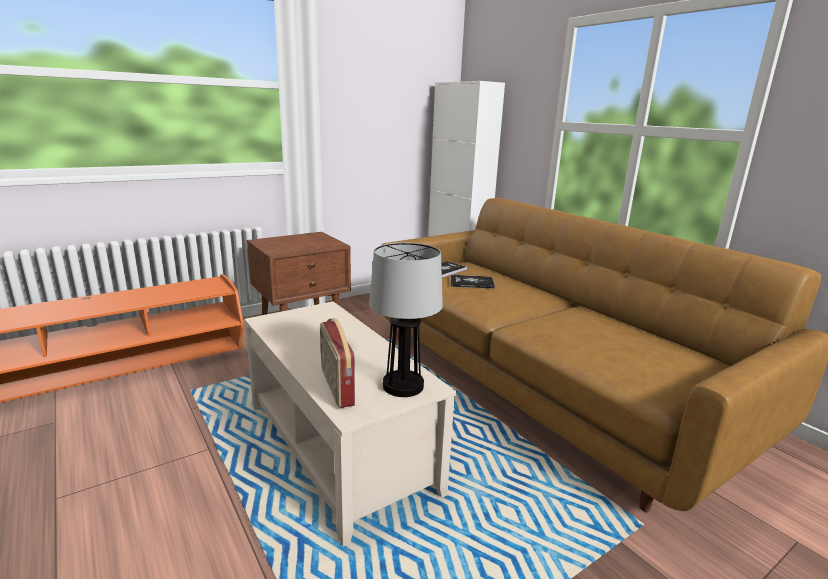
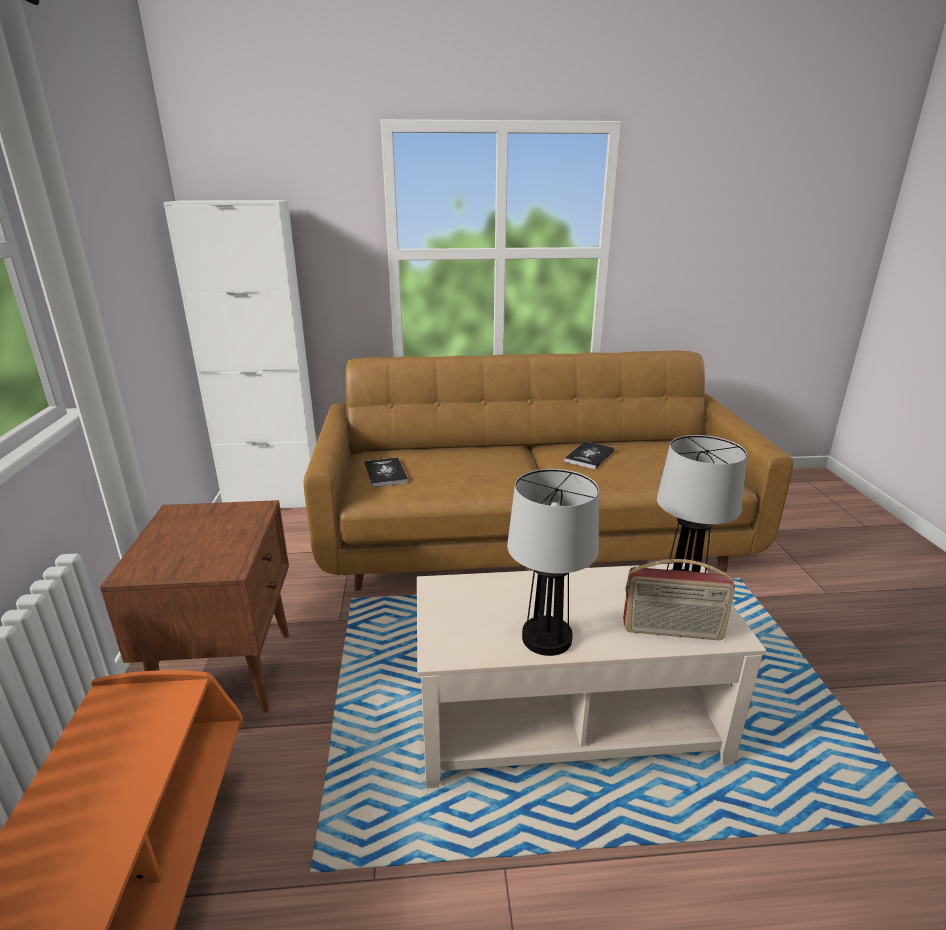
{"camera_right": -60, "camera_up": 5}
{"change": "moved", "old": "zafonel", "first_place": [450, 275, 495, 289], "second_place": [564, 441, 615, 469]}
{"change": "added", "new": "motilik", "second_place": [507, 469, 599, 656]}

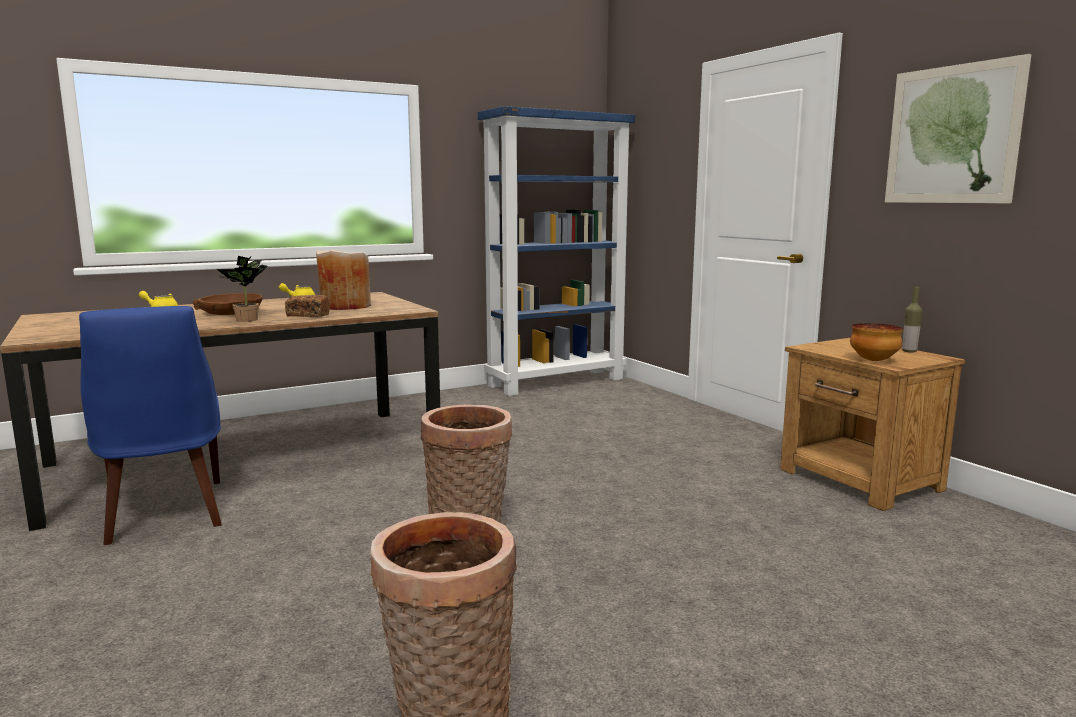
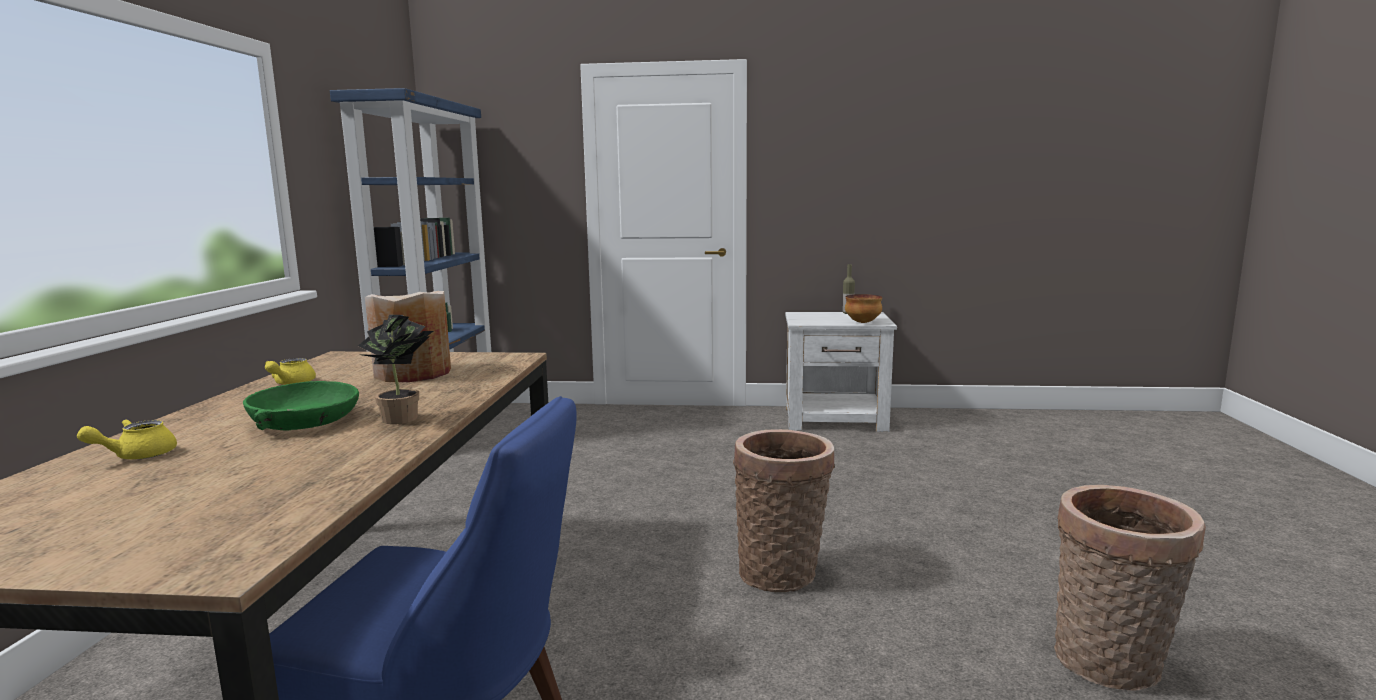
{"camera_right": -55, "camera_up": 0}
{"change": "removed", "old": "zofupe", "first_place": [885, 54, 1031, 203]}
{"change": "recoloured", "old": "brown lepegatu", "new": "green lepegatu", "first_place": [193, 293, 262, 315], "second_place": [243, 381, 359, 430]}
{"change": "removed", "old": "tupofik", "first_place": [285, 295, 330, 317]}
{"change": "recoloured", "old": "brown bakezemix", "new": "white bakezemix", "first_place": [780, 338, 965, 511], "second_place": [785, 312, 897, 432]}

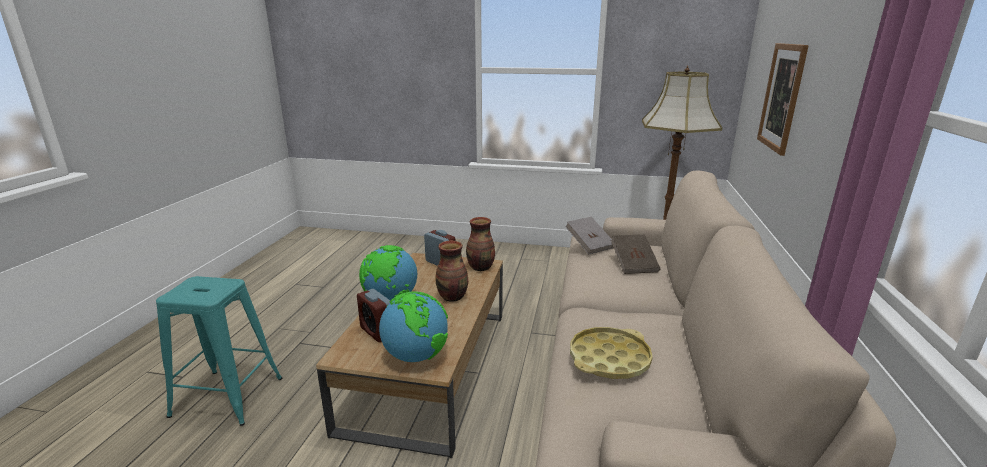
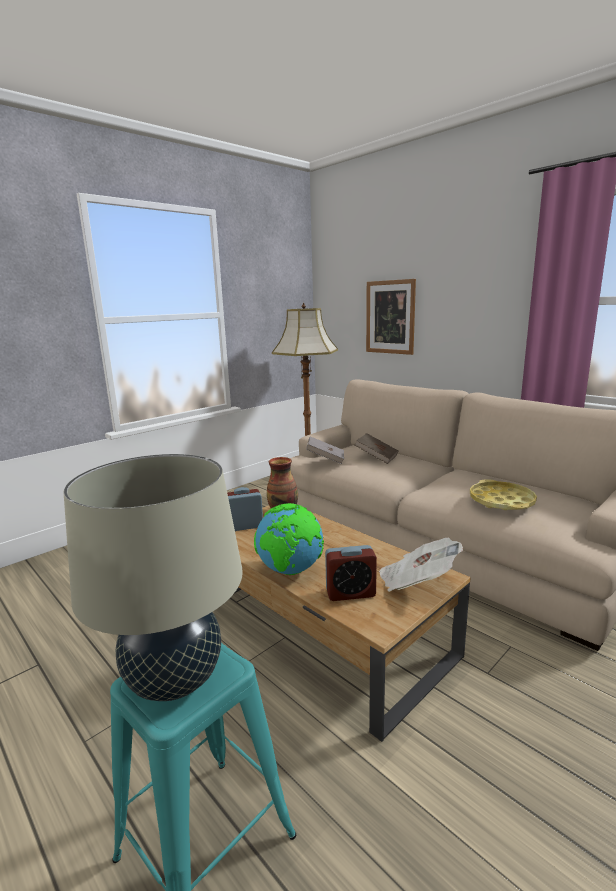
{"camera_right": -55, "camera_up": -5}
{"change": "removed", "old": "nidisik", "first_place": [435, 241, 468, 302]}
{"change": "replaced", "old": "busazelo", "new": "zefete", "first_place": [379, 291, 448, 362], "second_place": [379, 537, 463, 592]}
{"change": "added", "new": "beige motilik", "second_place": [64, 454, 243, 701]}

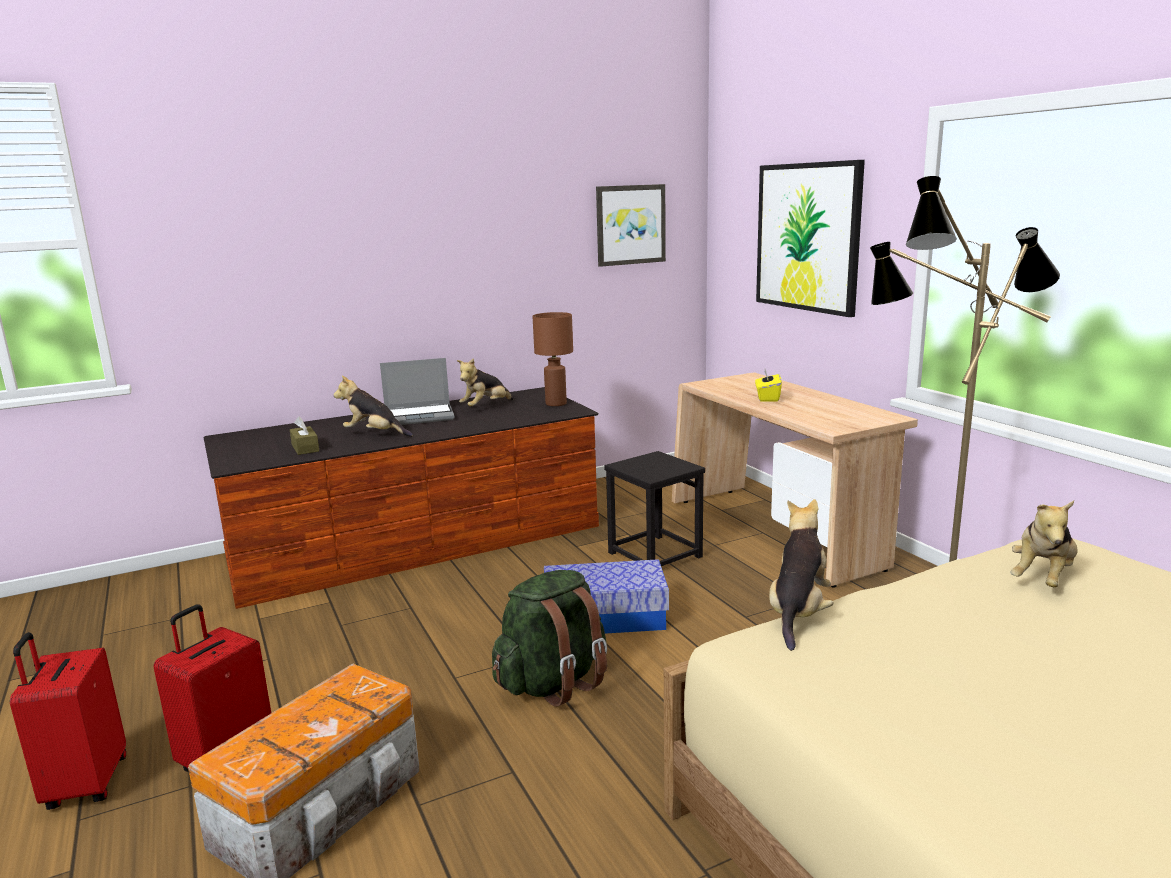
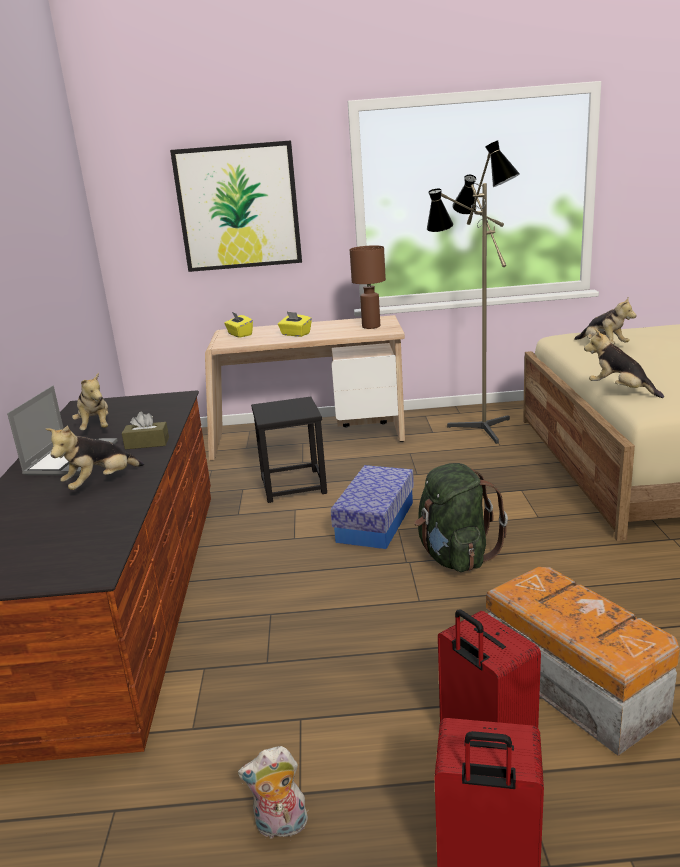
{"camera_right": -65, "camera_up": 5}
{"change": "removed", "old": "zofupe", "first_place": [596, 184, 666, 267]}
{"change": "moved", "old": "brown motilik", "first_place": [532, 312, 573, 406], "second_place": [350, 245, 386, 329]}
{"change": "moved", "old": "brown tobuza", "first_place": [290, 417, 319, 455], "second_place": [122, 412, 169, 450]}
{"change": "added", "new": "yellow tobuza", "second_place": [224, 312, 253, 338]}
{"change": "added", "new": "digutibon", "second_place": [238, 746, 308, 839]}

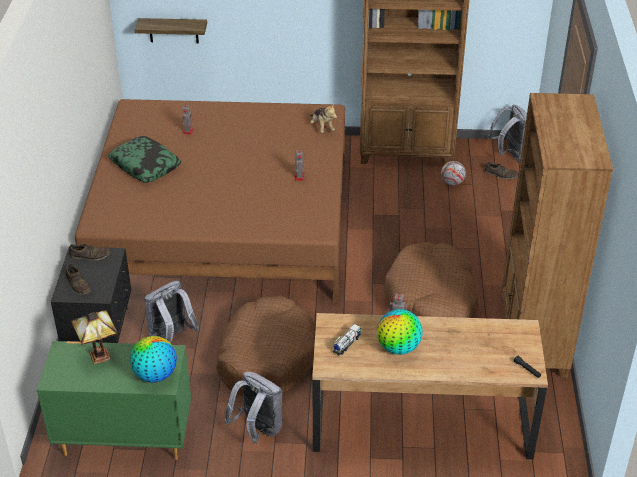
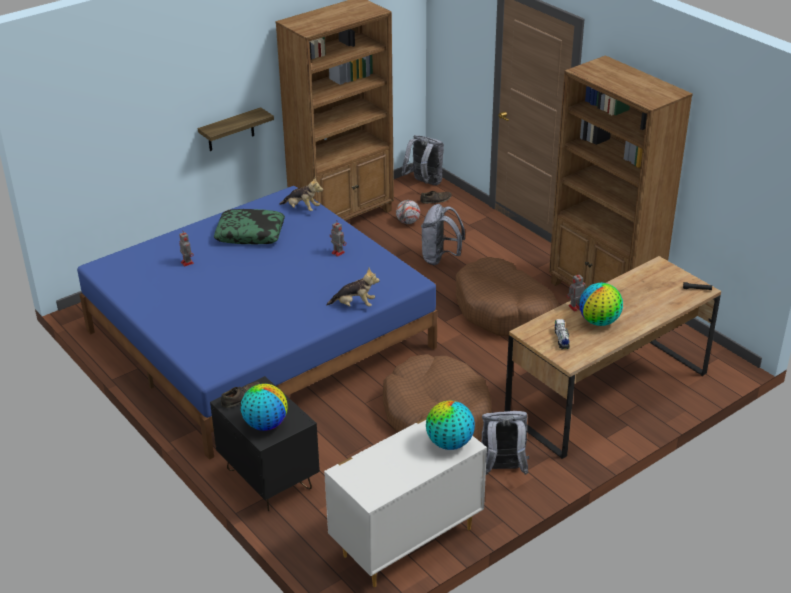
{"camera_right": -40, "camera_up": -5}
{"change": "moved", "old": "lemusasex", "first_place": [134, 18, 207, 43], "second_place": [198, 107, 274, 151]}
{"change": "recoloured", "old": "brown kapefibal", "new": "blue kapefibal", "first_place": [75, 99, 345, 302], "second_place": [77, 186, 437, 460]}
{"change": "moved", "old": "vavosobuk", "first_place": [108, 136, 181, 183], "second_place": [214, 209, 285, 244]}
{"change": "replaced", "old": "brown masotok", "new": "busazelo", "first_place": [66, 264, 92, 295], "second_place": [241, 384, 288, 431]}
{"change": "moved", "old": "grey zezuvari", "first_place": [144, 281, 200, 343], "second_place": [421, 204, 465, 265]}
{"change": "removed", "old": "motilik", "first_place": [71, 310, 118, 364]}
{"change": "recoloured", "old": "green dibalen", "new": "white dibalen", "first_place": [37, 341, 191, 460], "second_place": [324, 417, 487, 587]}
{"change": "added", "new": "digutibon", "second_place": [326, 268, 380, 306]}

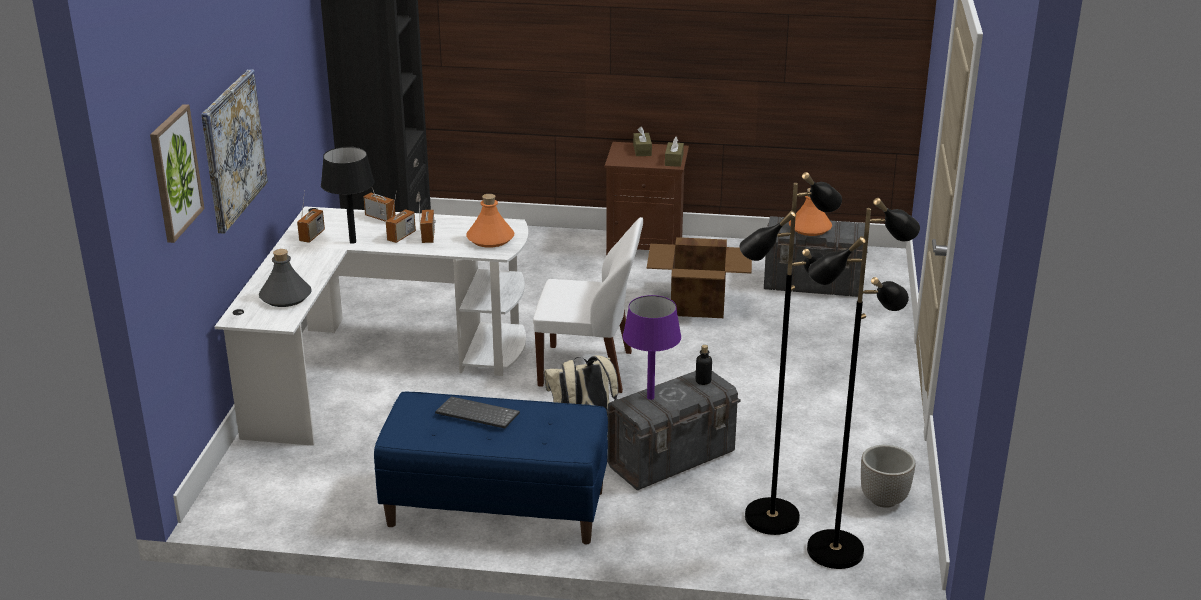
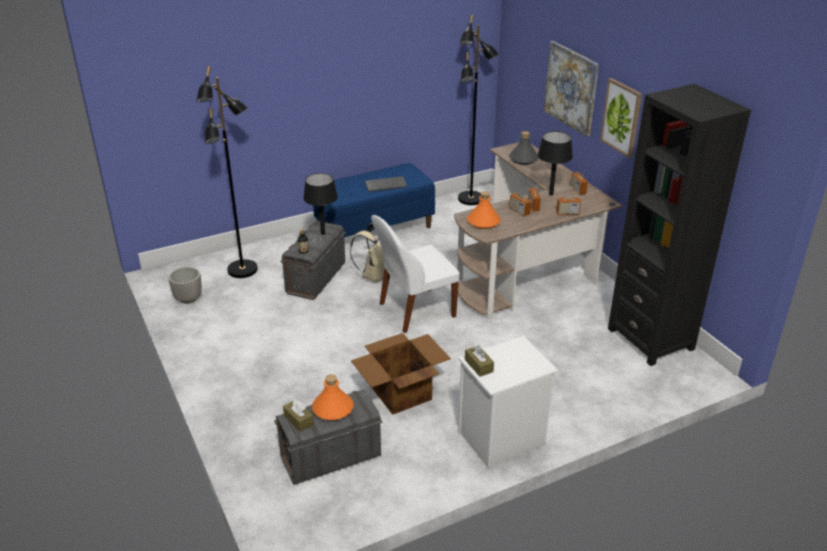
{"camera_right": 145, "camera_up": 5}
{"change": "moved", "old": "zofupe", "first_place": [150, 104, 205, 243], "second_place": [600, 78, 642, 158]}
{"change": "moved", "old": "brown tobuza", "first_place": [633, 127, 652, 156], "second_place": [283, 399, 314, 432]}
{"change": "recoloured", "old": "brown bakezemix", "new": "white bakezemix", "first_place": [605, 142, 689, 256], "second_place": [458, 336, 558, 468]}
{"change": "moved", "old": "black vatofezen", "first_place": [807, 198, 920, 569], "second_place": [458, 15, 499, 205]}
{"change": "recoloured", "old": "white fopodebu", "new": "brown fopodebu", "first_place": [215, 207, 528, 446], "second_place": [454, 142, 622, 319]}
{"change": "recoloured", "old": "purple motilik", "new": "black motilik", "first_place": [623, 295, 681, 400], "second_place": [303, 173, 338, 235]}

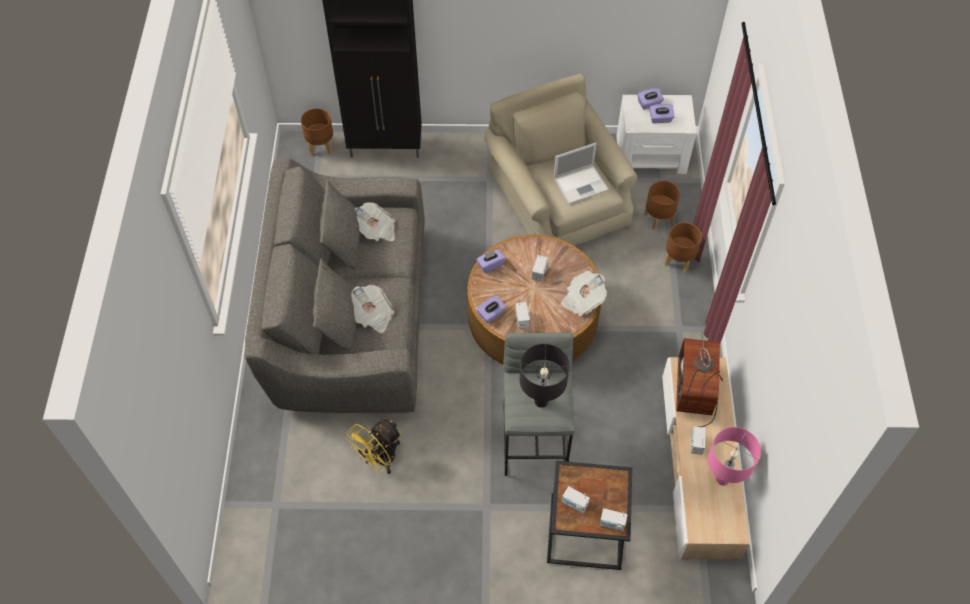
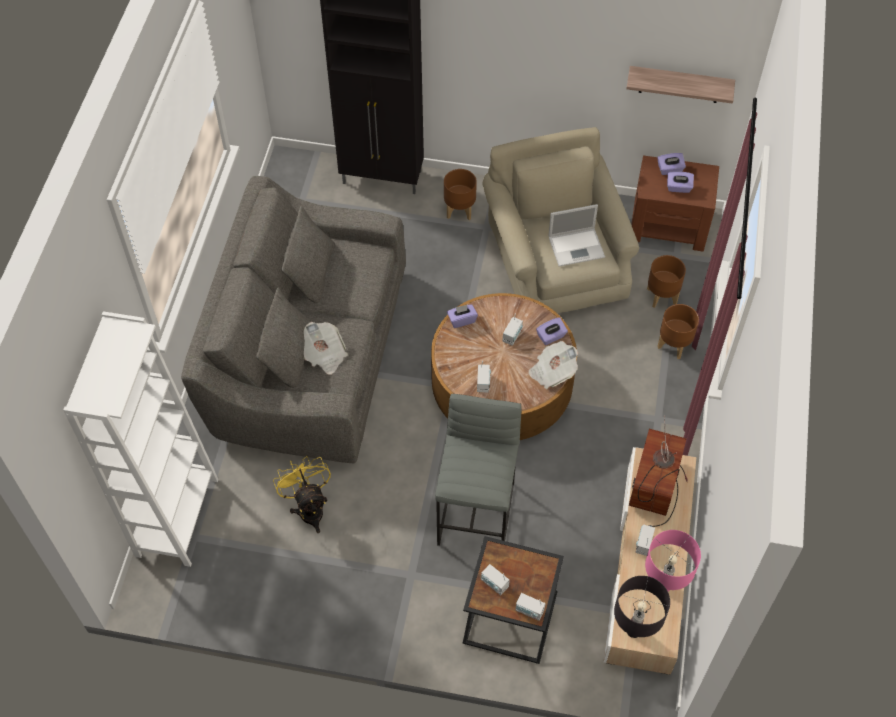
{"camera_right": 10, "camera_up": 0}
{"change": "recoloured", "old": "white bakezemix", "new": "brown bakezemix", "first_place": [617, 95, 696, 174], "second_place": [631, 155, 719, 251]}
{"change": "moved", "old": "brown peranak", "first_place": [301, 108, 333, 155], "second_place": [444, 169, 477, 220]}
{"change": "removed", "old": "zefete", "first_place": [355, 202, 395, 241]}
{"change": "moved", "old": "purple tobuza", "first_place": [477, 295, 506, 323], "second_place": [536, 317, 568, 345]}
{"change": "moved", "old": "black motilik", "first_place": [520, 344, 569, 408], "second_place": [614, 576, 670, 638]}
{"change": "turned", "old": "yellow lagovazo", "first_place": [346, 418, 401, 474], "second_place": [273, 456, 331, 533], "degrees": 105}
{"change": "added", "new": "lemusasex", "second_place": [626, 66, 735, 103]}
{"change": "added", "new": "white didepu", "second_place": [63, 311, 219, 567]}

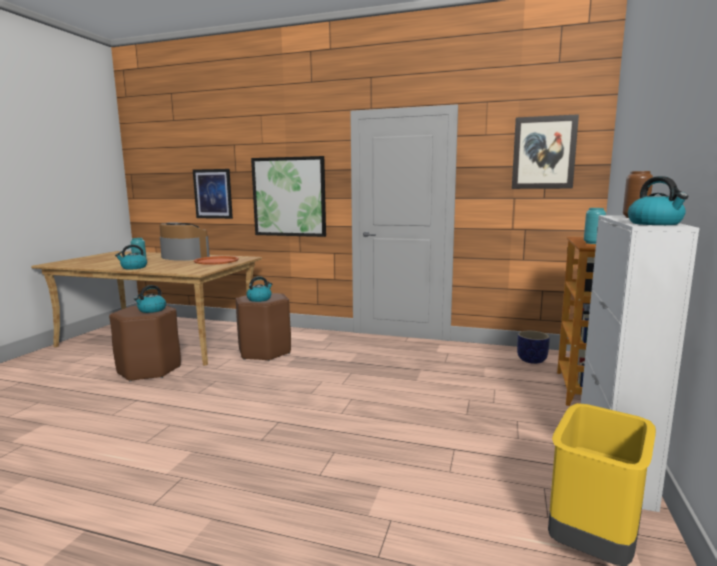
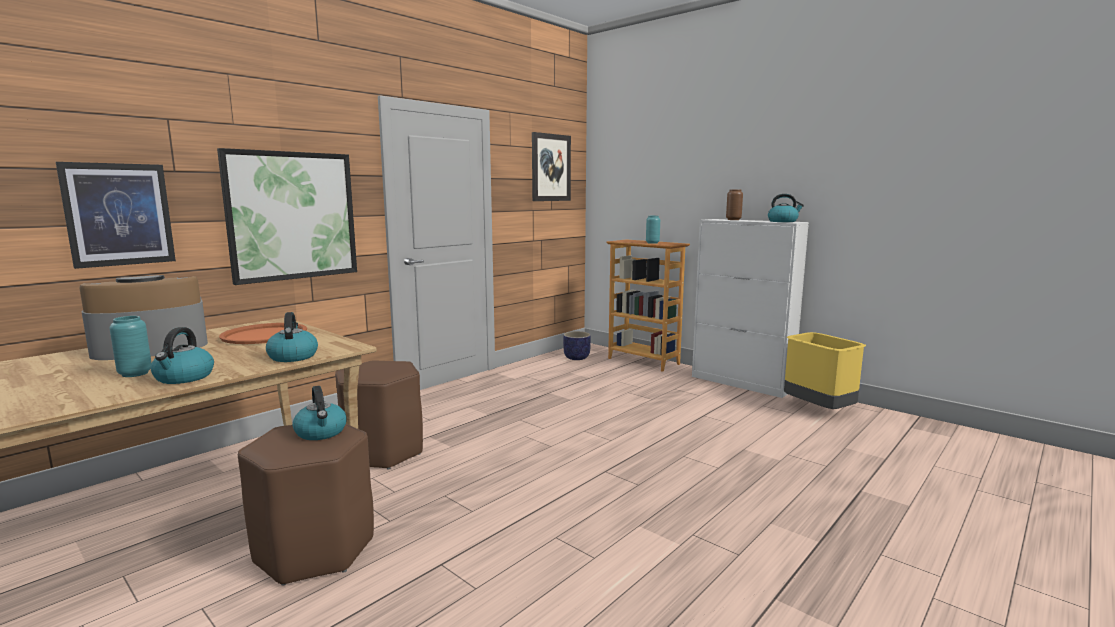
{"camera_right": -65, "camera_up": 0}
{"change": "moved", "old": "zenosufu", "first_place": [246, 276, 272, 302], "second_place": [266, 312, 318, 362]}

